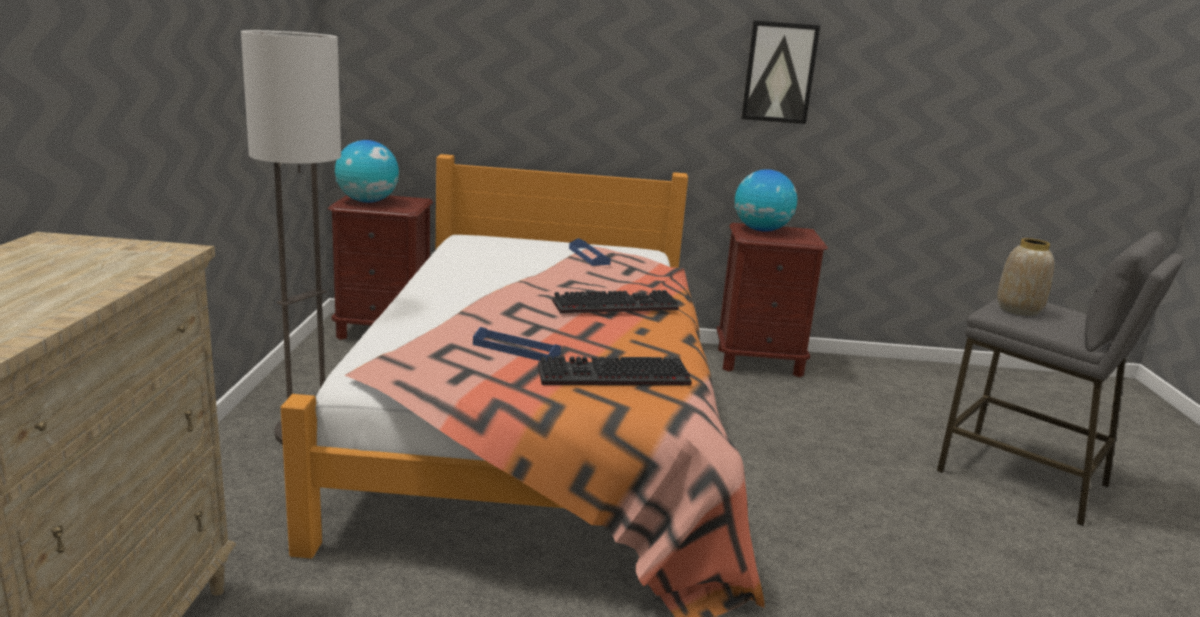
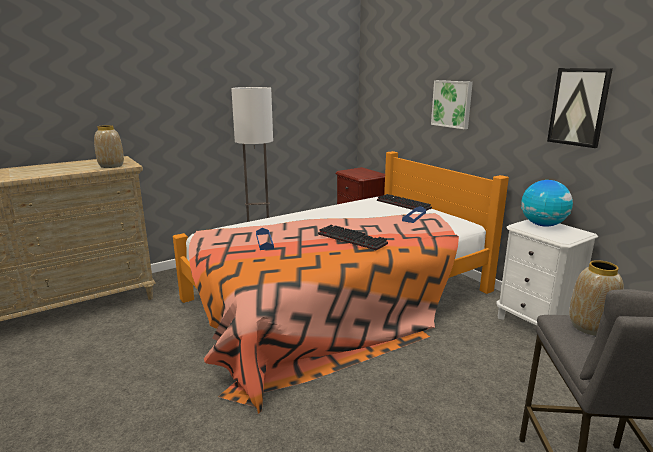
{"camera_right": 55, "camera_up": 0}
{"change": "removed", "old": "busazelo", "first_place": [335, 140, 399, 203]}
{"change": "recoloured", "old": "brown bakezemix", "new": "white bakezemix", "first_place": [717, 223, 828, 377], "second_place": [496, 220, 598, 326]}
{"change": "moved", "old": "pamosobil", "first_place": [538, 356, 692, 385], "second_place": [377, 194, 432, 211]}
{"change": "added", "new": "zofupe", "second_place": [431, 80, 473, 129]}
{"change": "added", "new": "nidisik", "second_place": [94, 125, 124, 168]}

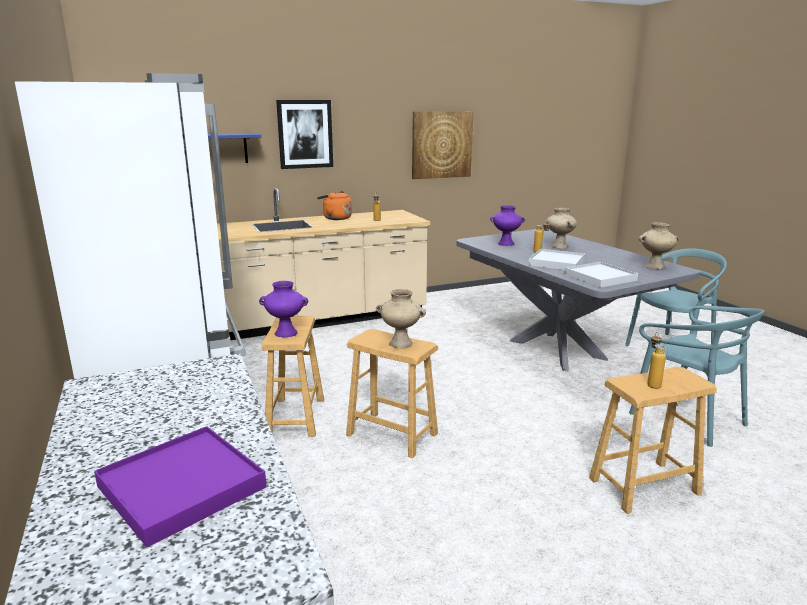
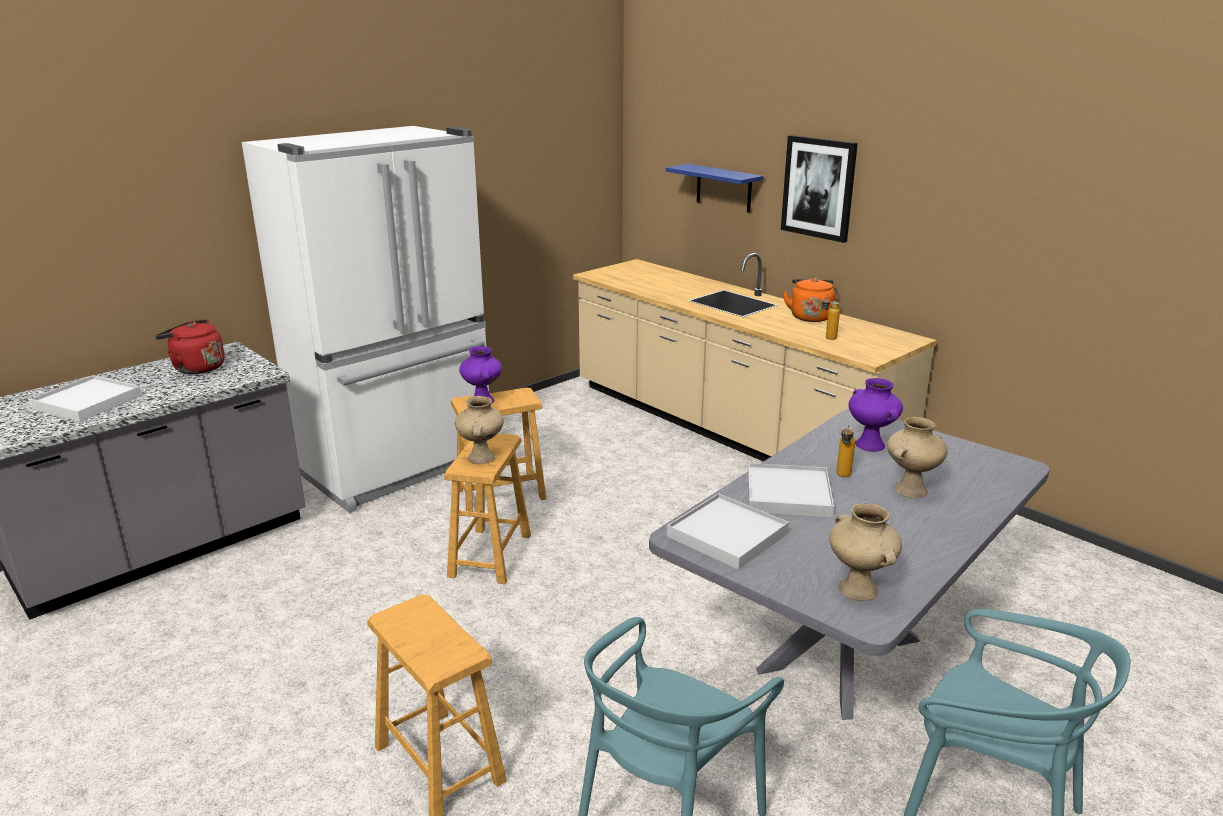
{"camera_right": 70, "camera_up": 5}
{"change": "removed", "old": "zofupe", "first_place": [412, 111, 474, 179]}
{"change": "removed", "old": "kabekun", "first_place": [647, 332, 666, 389]}
{"change": "recoloured", "old": "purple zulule", "new": "white zulule", "first_place": [94, 426, 267, 547], "second_place": [30, 375, 142, 422]}
{"change": "added", "new": "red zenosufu", "second_place": [155, 319, 225, 374]}

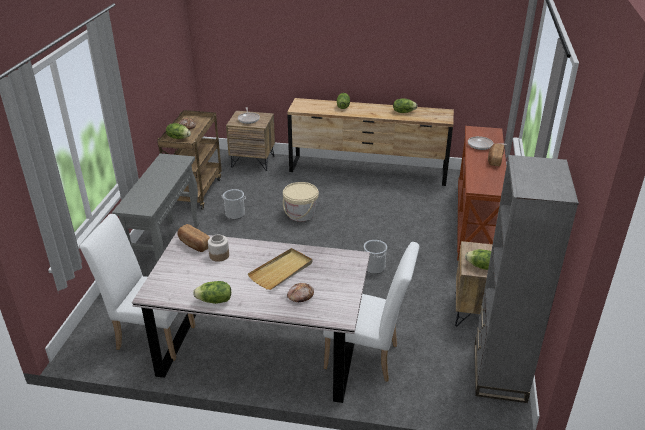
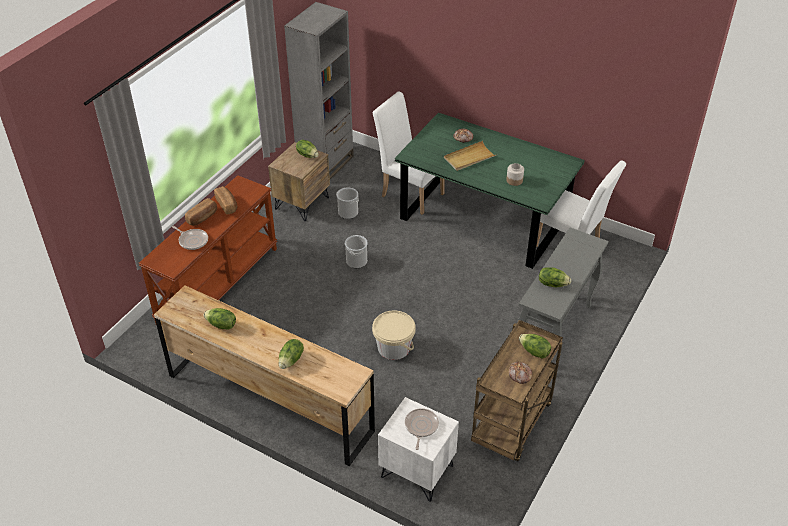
{"camera_right": -160, "camera_up": 10}
{"change": "recoloured", "old": "brown bakezemix", "new": "white bakezemix", "first_place": [226, 111, 275, 171], "second_place": [378, 397, 459, 502]}
{"change": "moved", "old": "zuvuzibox", "first_place": [222, 189, 246, 219], "second_place": [336, 187, 359, 219]}
{"change": "moved", "old": "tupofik", "first_place": [178, 224, 210, 252], "second_place": [214, 186, 237, 215]}
{"change": "recoloured", "old": "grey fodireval", "new": "green fodireval", "first_place": [132, 232, 370, 403], "second_place": [395, 113, 585, 269]}
{"change": "moved", "old": "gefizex", "first_place": [193, 281, 231, 304], "second_place": [539, 267, 571, 287]}

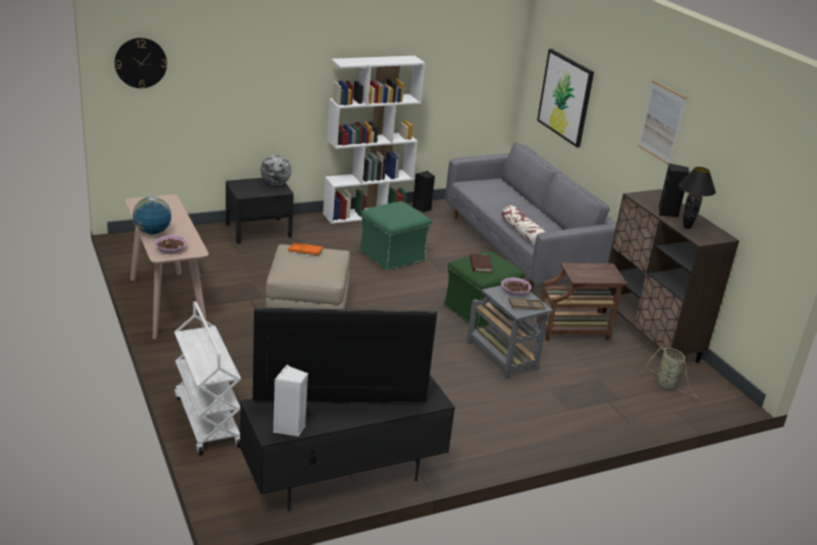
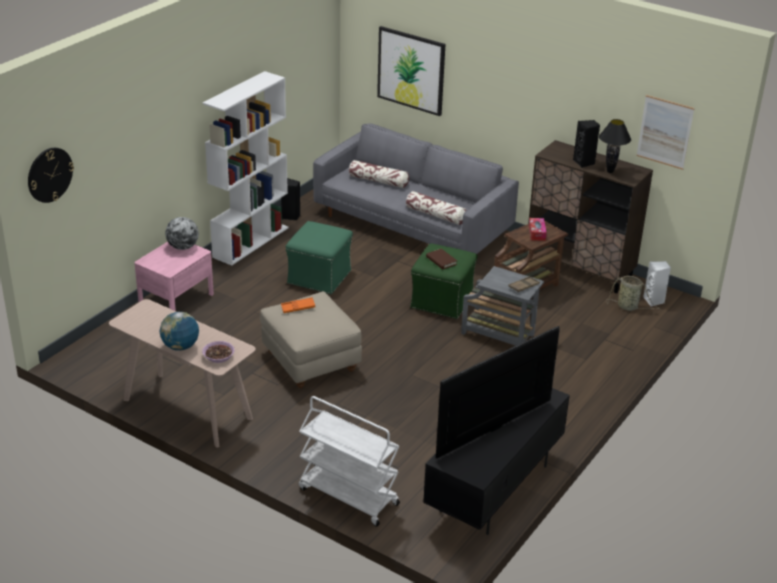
{"camera_right": -30, "camera_up": 5}
{"change": "moved", "old": "zofupe", "first_place": [638, 80, 687, 165], "second_place": [636, 95, 695, 170]}
{"change": "recoloured", "old": "black bakezemix", "new": "pink bakezemix", "first_place": [226, 178, 294, 243], "second_place": [134, 242, 214, 311]}
{"change": "removed", "old": "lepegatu", "first_place": [501, 278, 532, 296]}
{"change": "moved", "old": "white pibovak", "first_place": [273, 365, 308, 436], "second_place": [643, 261, 671, 307]}
{"change": "added", "new": "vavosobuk", "second_place": [349, 160, 409, 188]}
{"change": "added", "new": "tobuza", "second_place": [529, 218, 547, 241]}

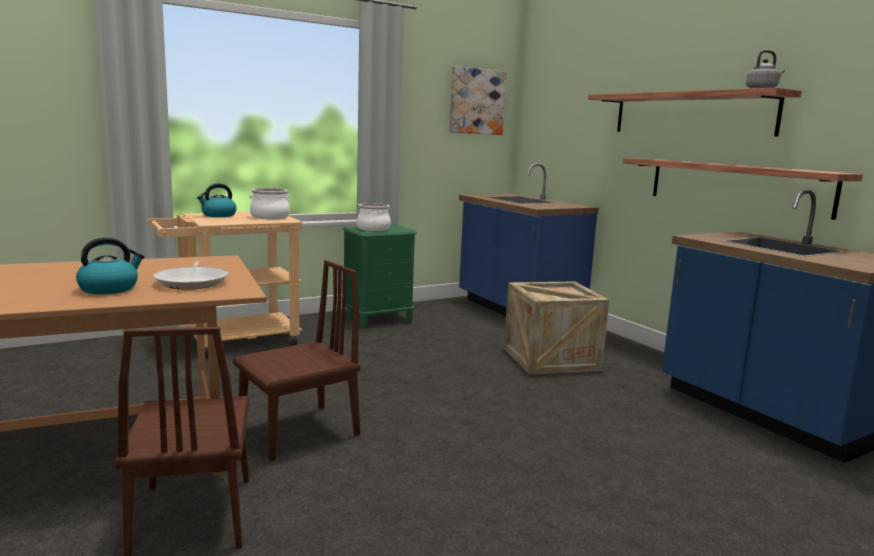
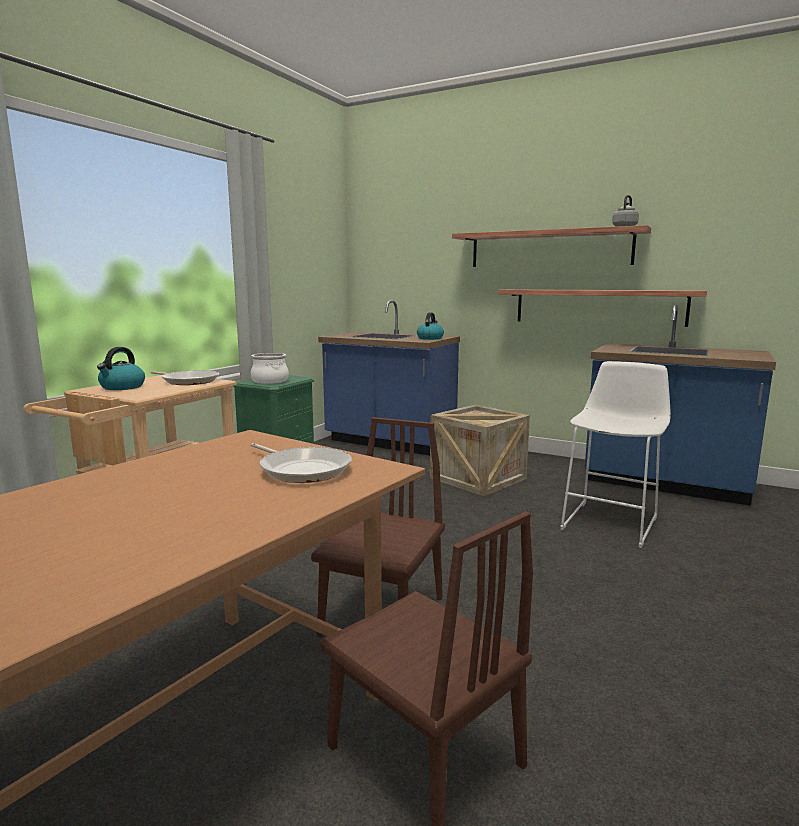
{"camera_right": -30, "camera_up": 0}
{"change": "removed", "old": "zofupe", "first_place": [449, 66, 507, 135]}
{"change": "replaced", "old": "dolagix", "new": "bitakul", "first_place": [249, 188, 290, 219], "second_place": [151, 370, 219, 385]}
{"change": "moved", "old": "zenosufu", "first_place": [76, 237, 145, 294], "second_place": [417, 312, 444, 340]}
{"change": "added", "new": "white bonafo", "second_place": [560, 361, 671, 548]}

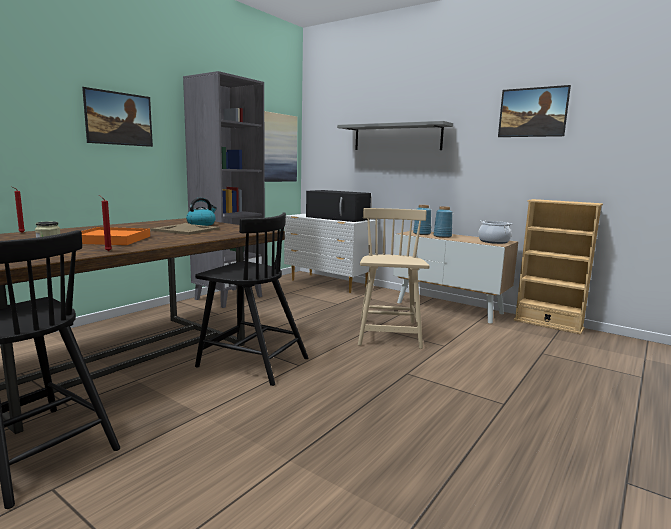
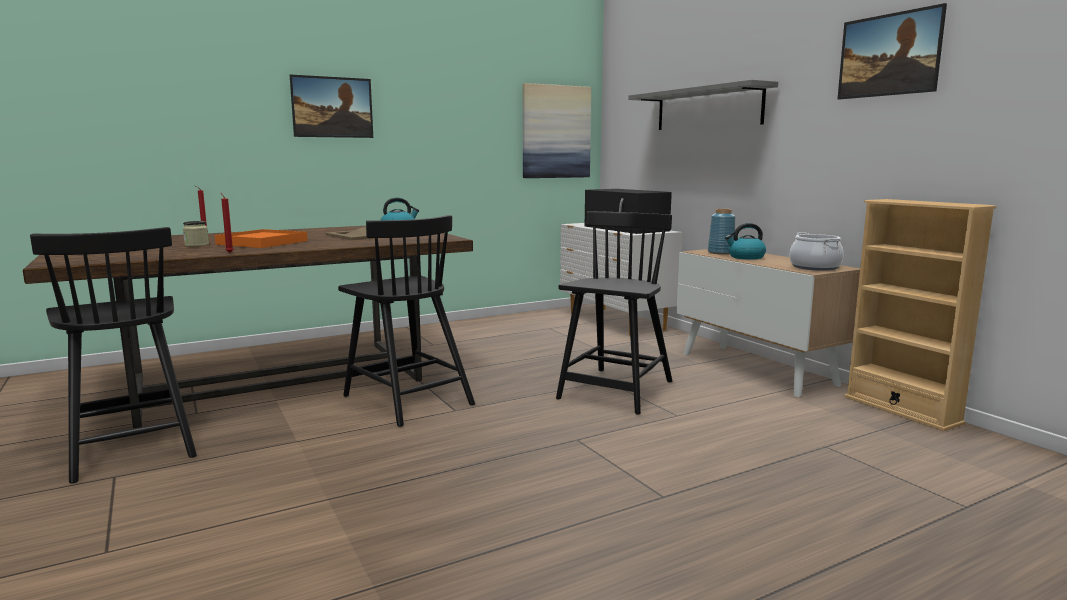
{"camera_right": 25, "camera_up": 0}
{"change": "removed", "old": "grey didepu", "first_place": [183, 71, 265, 308]}
{"change": "replaced", "old": "blue nidisik", "new": "zenosufu", "first_place": [433, 206, 452, 238], "second_place": [725, 223, 766, 260]}
{"change": "recoloured", "old": "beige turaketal", "new": "black turaketal", "first_place": [358, 208, 430, 349], "second_place": [556, 211, 672, 415]}

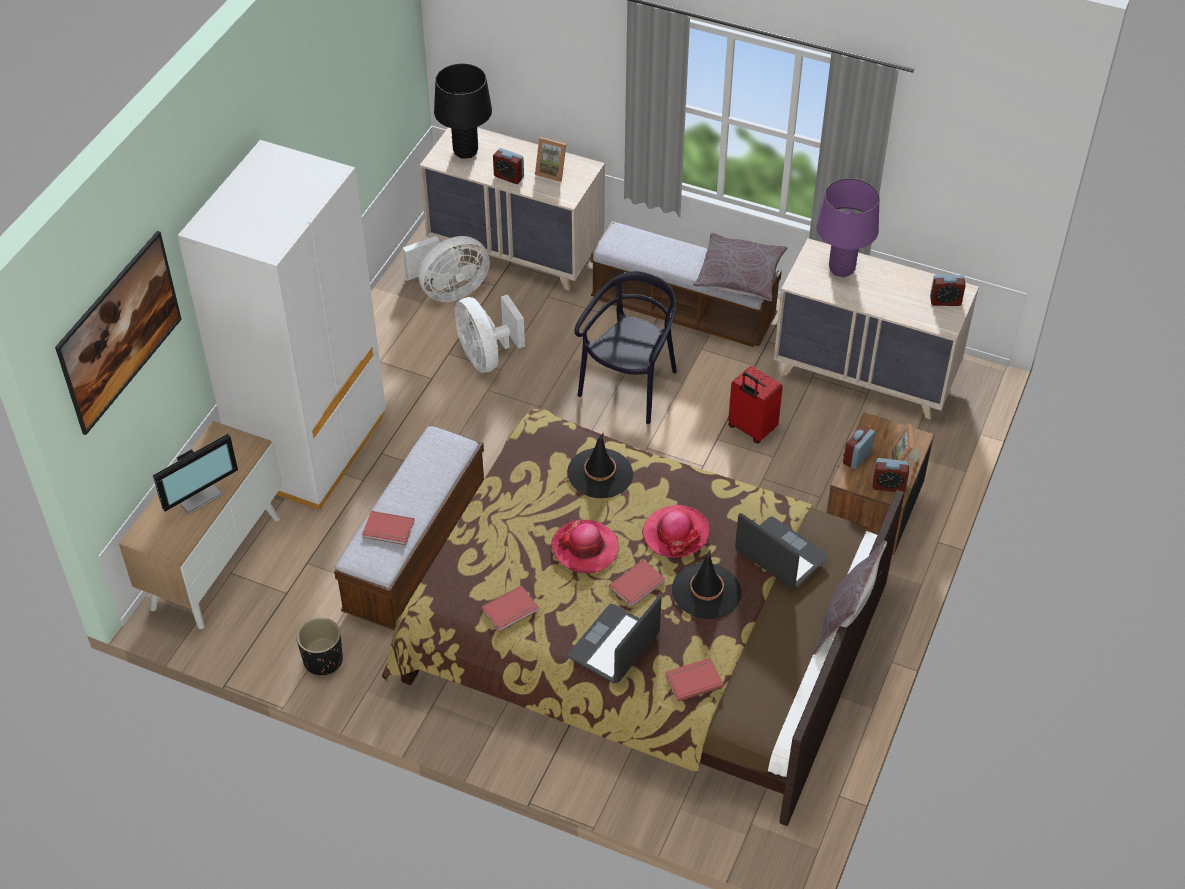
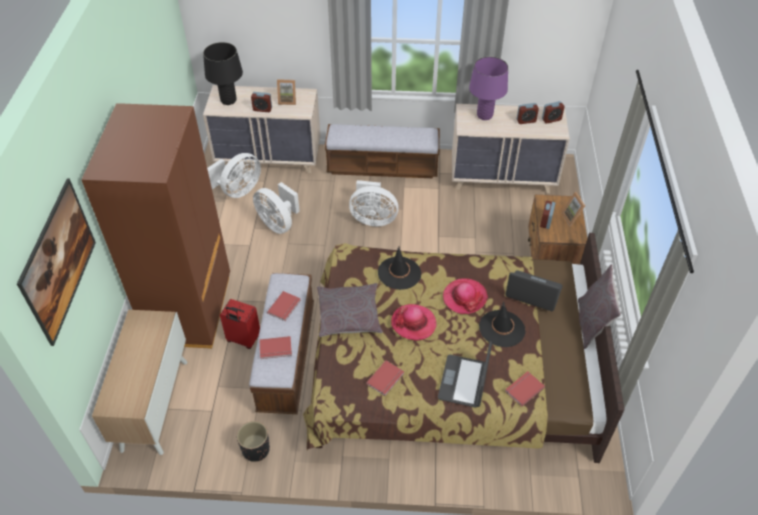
{"camera_right": -20, "camera_up": 0}
{"change": "recoloured", "old": "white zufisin", "new": "brown zufisin", "first_place": [178, 140, 386, 510], "second_place": [81, 103, 230, 349]}
{"change": "moved", "old": "grey vavosobuk", "first_place": [693, 233, 788, 301], "second_place": [317, 283, 383, 337]}
{"change": "replaced", "old": "black turaketal", "new": "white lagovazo", "first_place": [575, 271, 677, 424], "second_place": [349, 180, 399, 226]}
{"change": "moved", "old": "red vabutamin", "first_place": [728, 366, 783, 443], "second_place": [220, 299, 260, 349]}
{"change": "removed", "old": "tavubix", "first_place": [153, 434, 238, 514]}
{"change": "moved", "old": "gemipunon", "first_place": [873, 458, 909, 492], "second_place": [517, 103, 539, 124]}
{"change": "moved", "old": "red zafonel", "first_place": [609, 560, 665, 607], "second_place": [267, 291, 301, 321]}

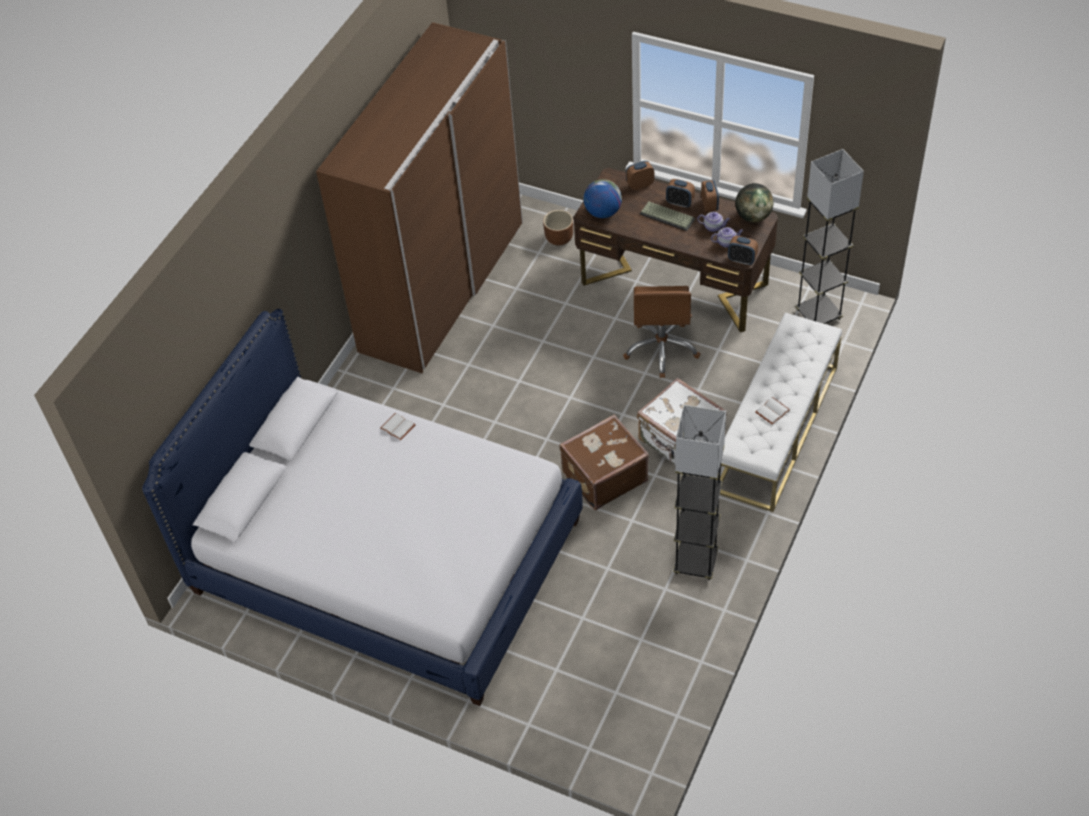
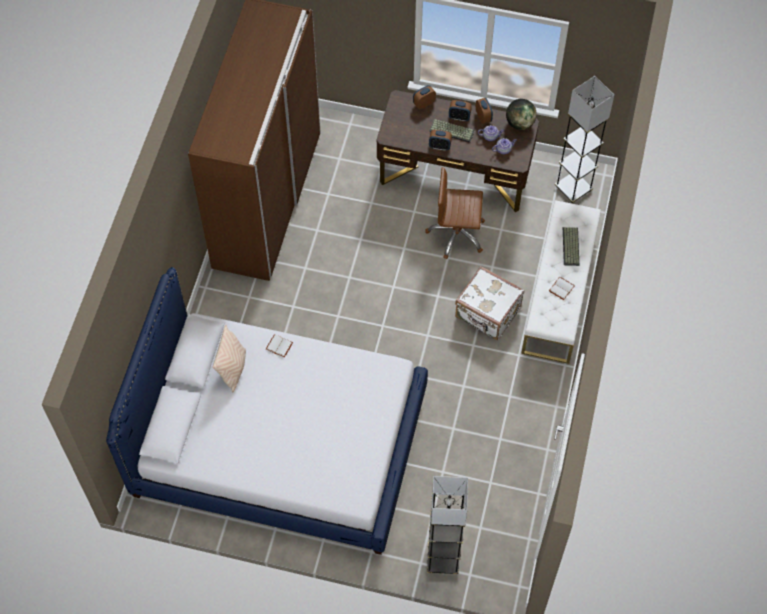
{"camera_right": -15, "camera_up": 10}
{"change": "removed", "old": "busazelo", "first_place": [583, 179, 622, 218]}
{"change": "removed", "old": "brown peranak", "first_place": [543, 210, 573, 245]}
{"change": "moved", "old": "gemipunon", "first_place": [728, 236, 758, 265], "second_place": [429, 130, 452, 151]}
{"change": "turned", "old": "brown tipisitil", "first_place": [623, 286, 700, 378], "second_place": [425, 167, 485, 259], "degrees": 105}
{"change": "moved", "old": "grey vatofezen", "first_place": [673, 405, 726, 580], "second_place": [427, 476, 468, 574]}
{"change": "removed", "old": "brown vabutamin", "first_place": [559, 415, 649, 510]}
{"change": "added", "new": "pamosobil", "second_place": [563, 227, 579, 266]}
{"change": "added", "new": "beige vavosobuk", "second_place": [212, 325, 246, 392]}

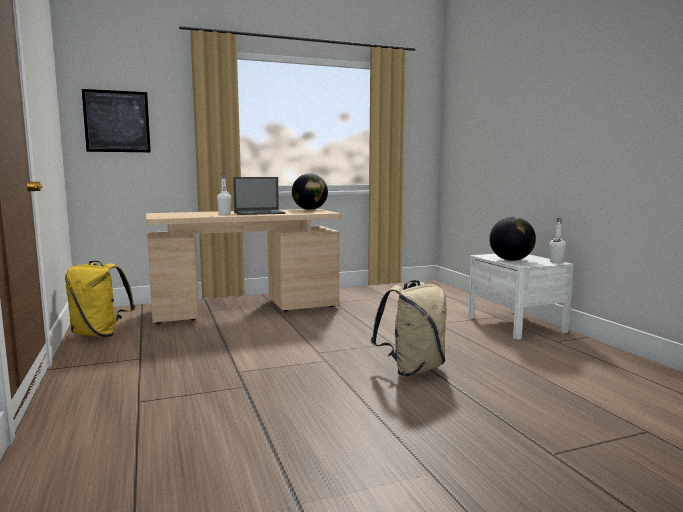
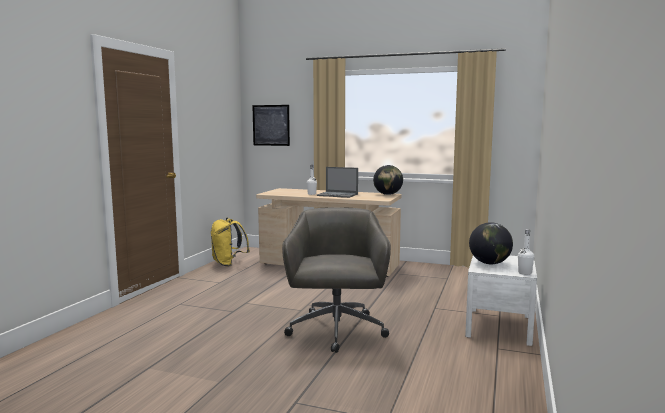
{"camera_right": 40, "camera_up": 0}
{"change": "replaced", "old": "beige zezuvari", "new": "grey tipisitil", "first_place": [371, 280, 447, 377], "second_place": [282, 207, 391, 353]}

